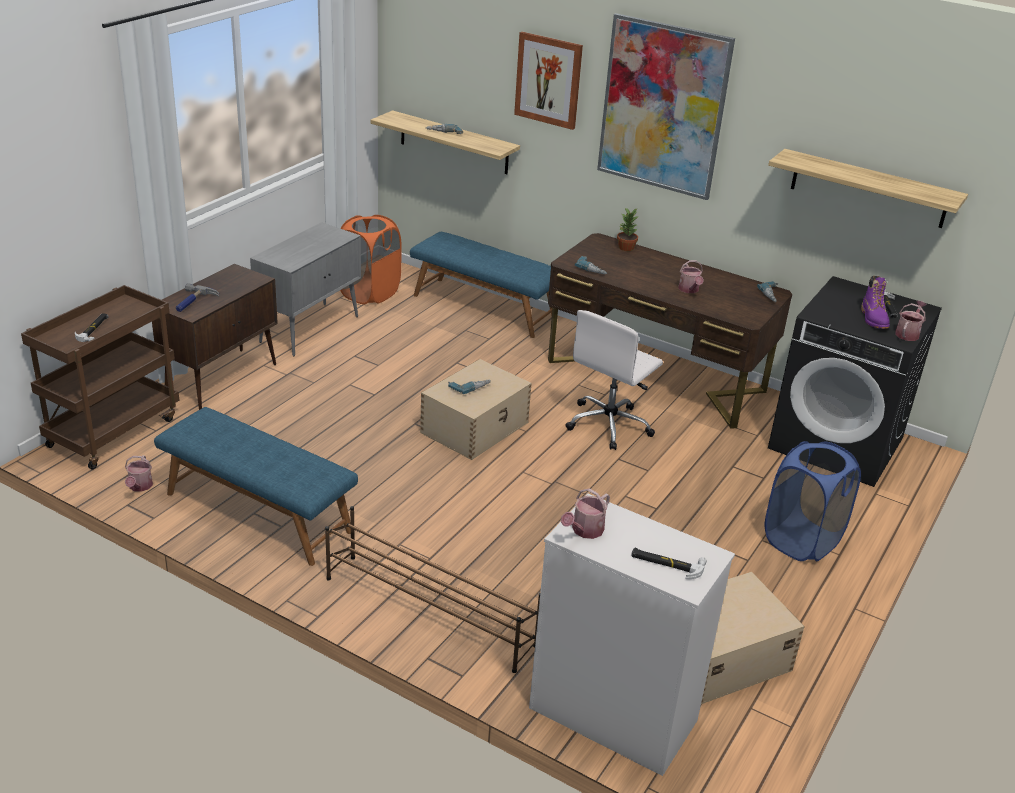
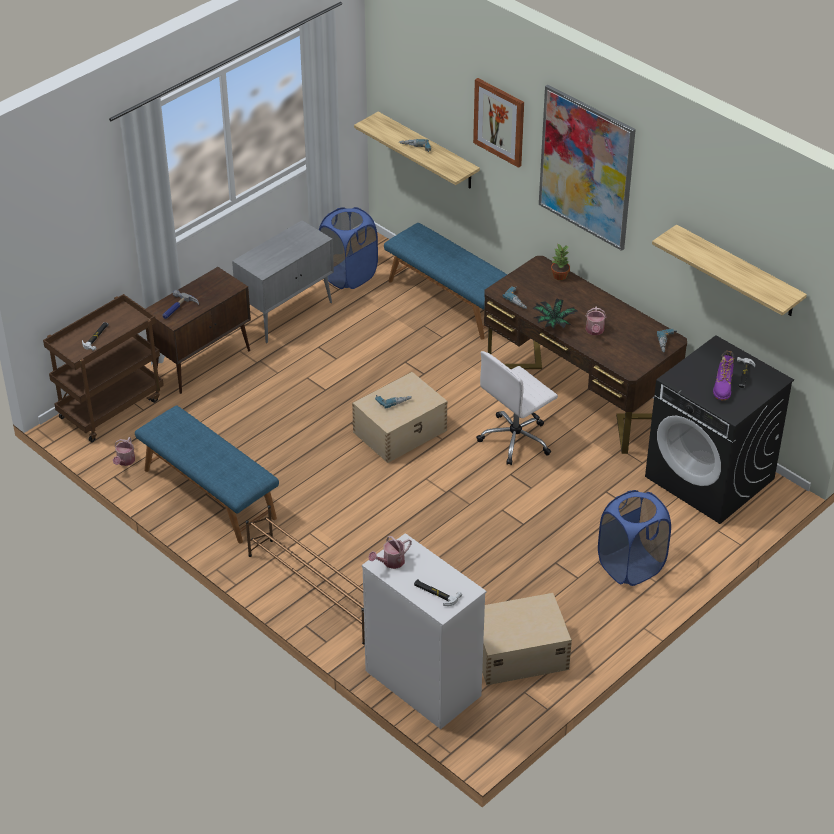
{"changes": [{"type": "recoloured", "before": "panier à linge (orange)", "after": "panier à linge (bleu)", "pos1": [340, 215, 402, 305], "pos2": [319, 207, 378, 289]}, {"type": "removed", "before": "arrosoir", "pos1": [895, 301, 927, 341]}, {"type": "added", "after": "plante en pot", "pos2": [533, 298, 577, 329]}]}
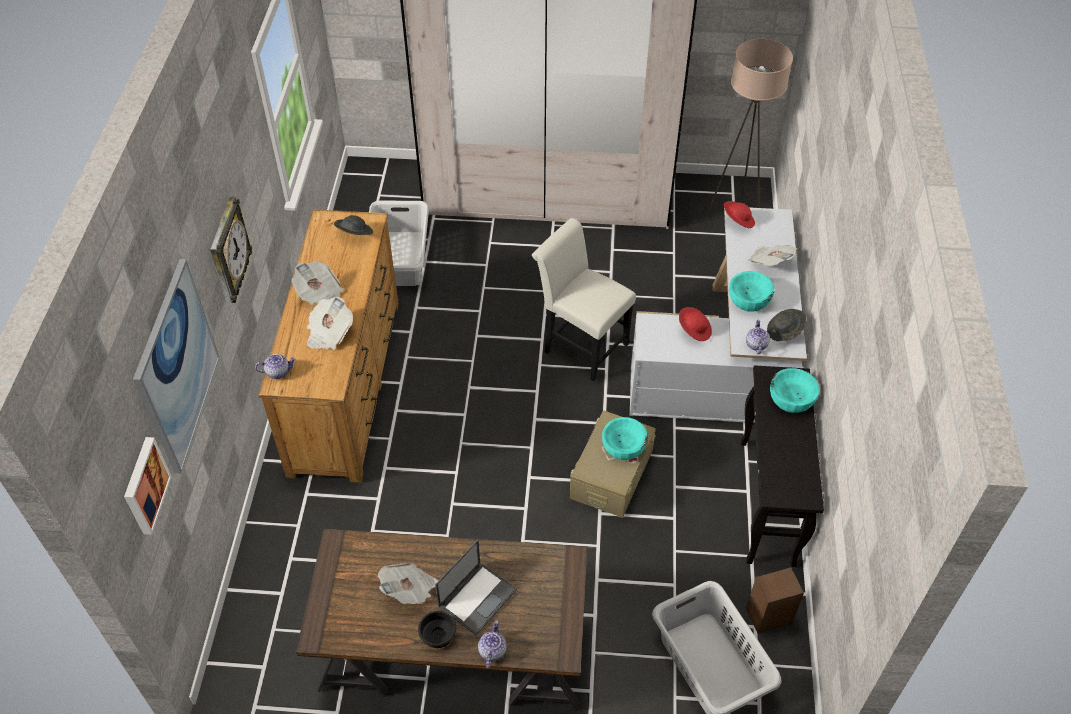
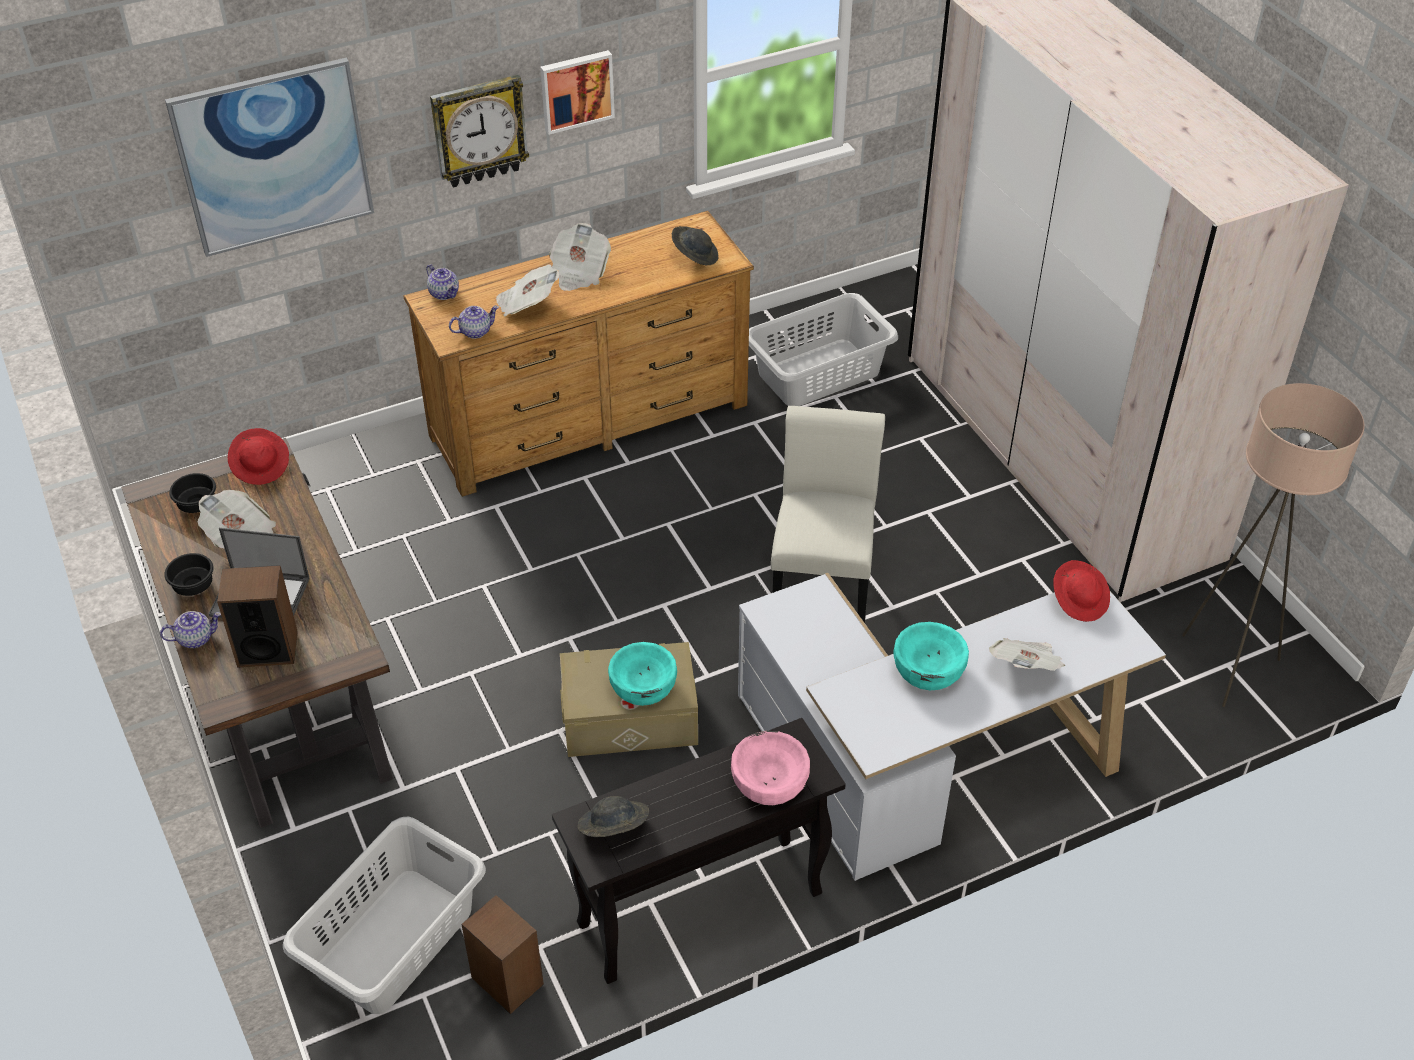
{"changes": [{"type": "moved", "before": "tableau", "pos1": [124, 437, 172, 535], "pos2": [540, 50, 615, 135]}, {"type": "moved", "before": "chapeau (rouge)", "pos1": [679, 307, 712, 341], "pos2": [228, 428, 289, 485]}, {"type": "moved", "before": "théière", "pos1": [746, 319, 770, 354], "pos2": [449, 306, 499, 339]}, {"type": "moved", "before": "chapeau (gris)", "pos1": [767, 309, 807, 341], "pos2": [578, 796, 649, 837]}, {"type": "recoloured", "before": "bol (turquoise)", "after": "bol (rose)", "pos1": [770, 368, 820, 413], "pos2": [731, 731, 810, 805]}, {"type": "added", "after": "bol (noir)", "pos2": [169, 473, 216, 513]}, {"type": "added", "after": "enceinte", "pos2": [217, 565, 298, 668]}]}
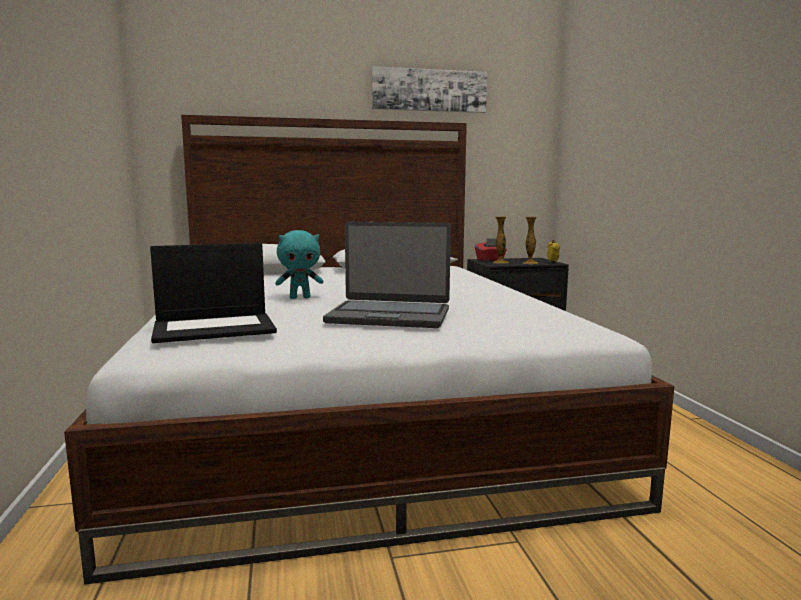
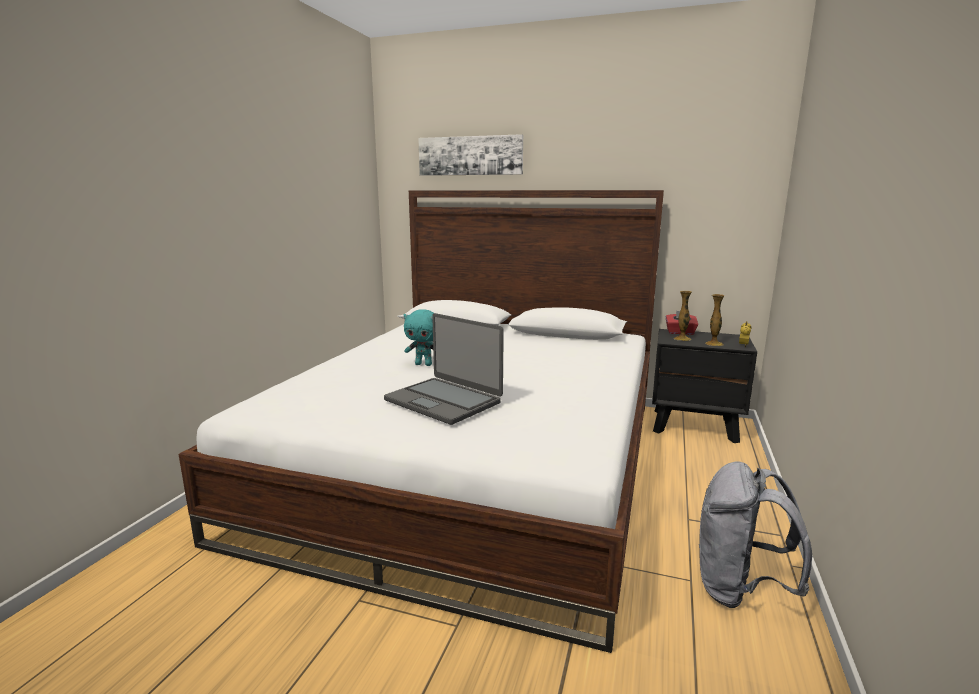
{"changes": [{"type": "removed", "before": "ordinateur portable", "pos1": [150, 243, 277, 343]}, {"type": "moved", "before": "tableau", "pos1": [372, 66, 487, 113], "pos2": [418, 134, 523, 176]}, {"type": "added", "after": "sac à dos (gris)", "pos2": [699, 462, 812, 608]}]}
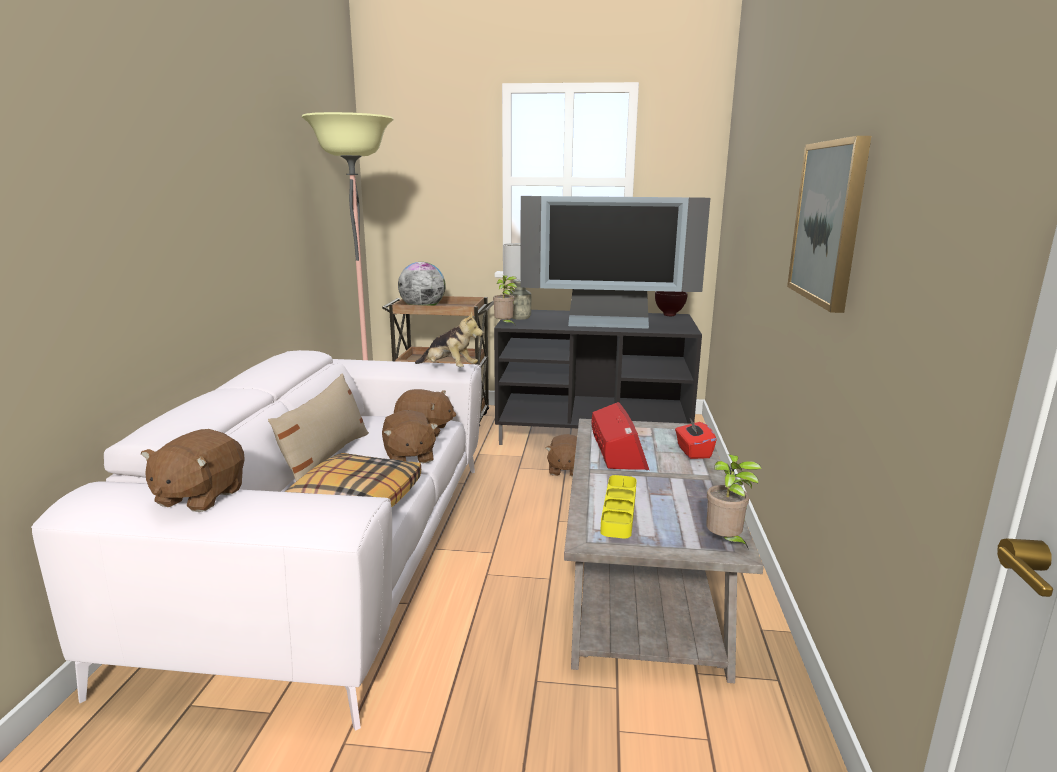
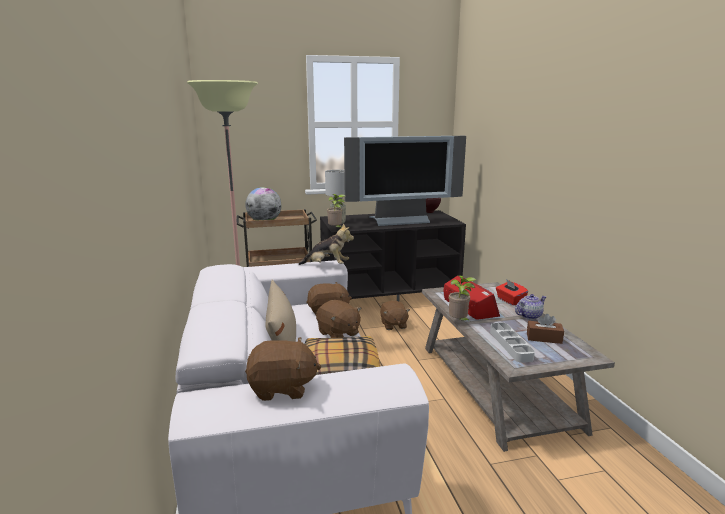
{"changes": [{"type": "turned", "before": "peluche (marron)", "pos1": [141, 429, 245, 512], "pos2": [245, 337, 321, 401], "turn": -90}, {"type": "recoloured", "before": "plateau (jaune)", "after": "plateau (gris)", "pos1": [600, 475, 637, 539], "pos2": [490, 323, 535, 363]}, {"type": "moved", "before": "plante en pot", "pos1": [706, 454, 762, 548], "pos2": [449, 276, 476, 322]}, {"type": "removed", "before": "tableau", "pos1": [787, 136, 871, 313]}, {"type": "added", "after": "théière", "pos2": [515, 294, 546, 320]}, {"type": "added", "after": "boîte à mouchoirs (marron)", "pos2": [527, 314, 564, 344]}]}
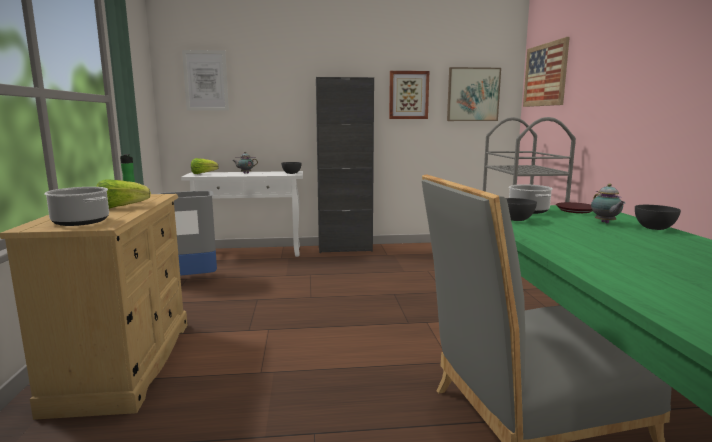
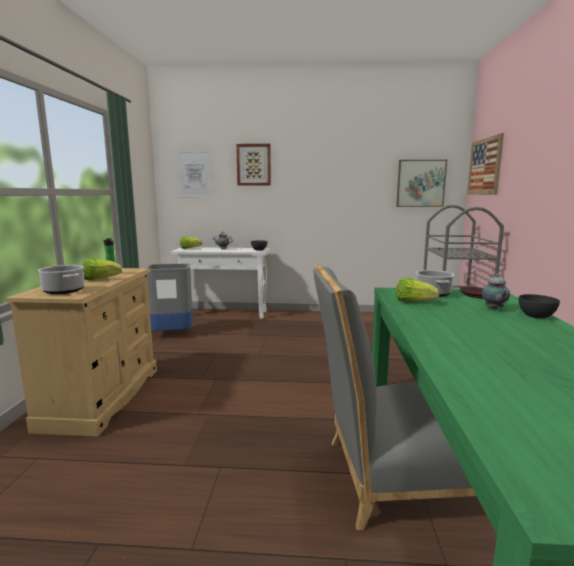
{"changes": [{"type": "removed", "before": "meuble de rangement (noir)", "pos1": [316, 77, 374, 253]}, {"type": "moved", "before": "tableau", "pos1": [389, 71, 429, 119], "pos2": [236, 144, 271, 185]}, {"type": "replaced", "before": "bol (gris)", "after": "laitue", "pos1": [506, 198, 537, 221], "pos2": [396, 278, 440, 301]}]}
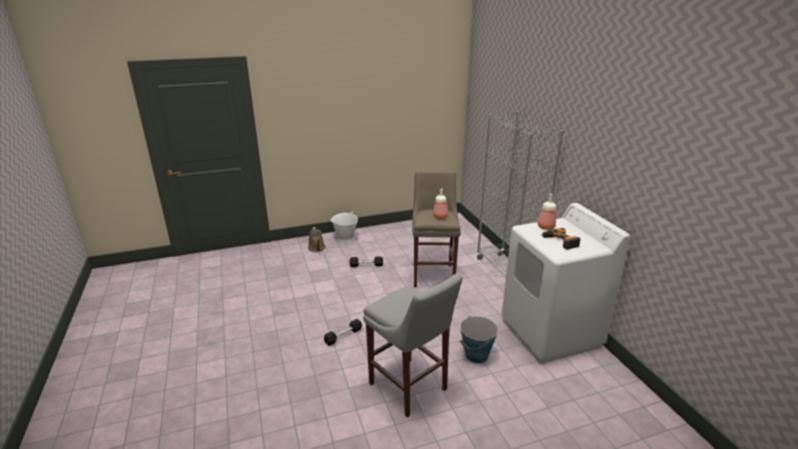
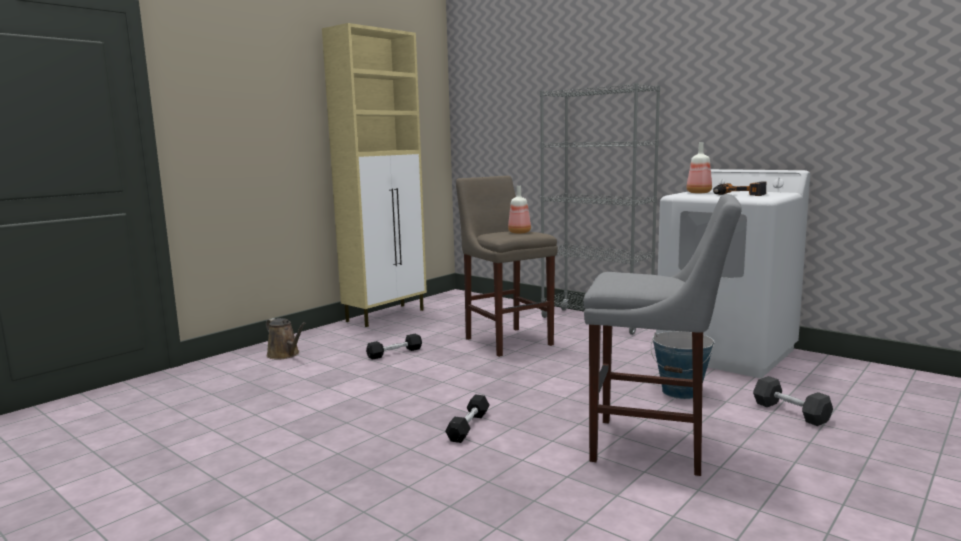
{"changes": [{"type": "removed", "before": "seau (blanc)", "pos1": [331, 211, 358, 243]}, {"type": "added", "after": "meuble de rangement (beige)", "pos2": [322, 23, 427, 327]}, {"type": "added", "after": "haltère (gris)", "pos2": [753, 376, 833, 426]}]}
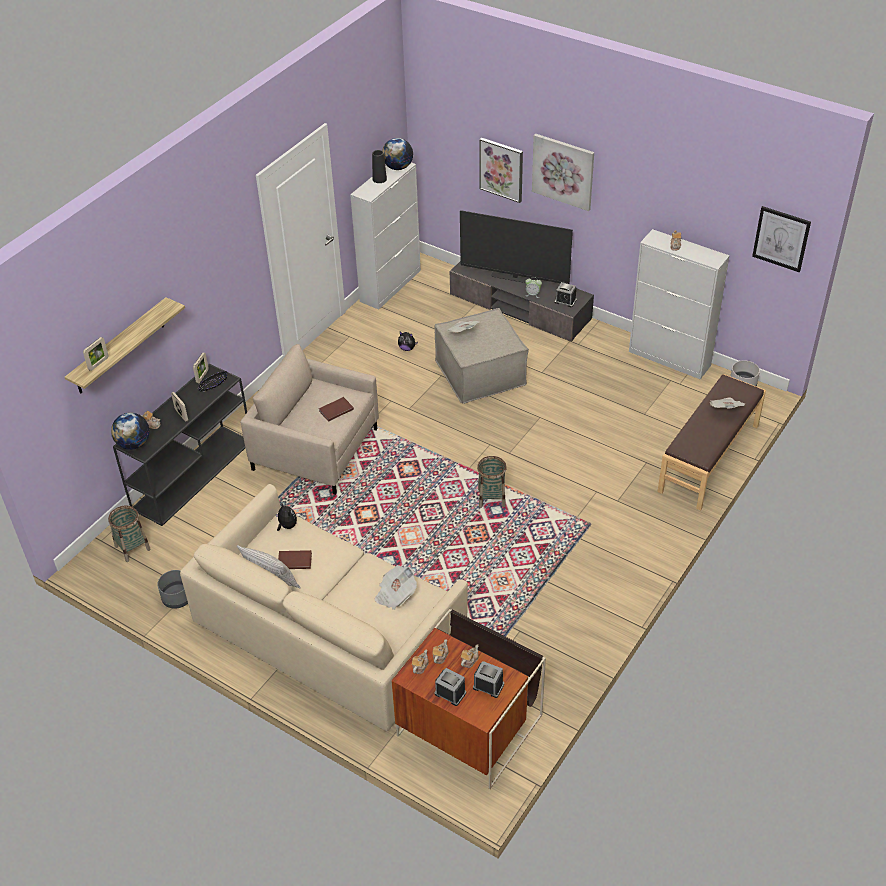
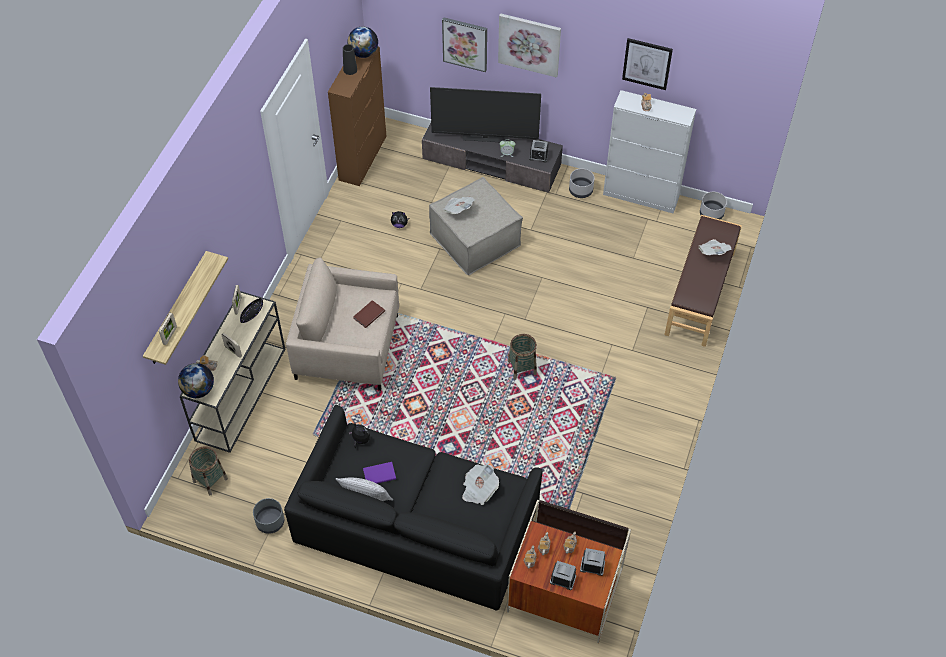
{"changes": [{"type": "recoloured", "before": "table console (noir)", "after": "table console (beige)", "pos1": [113, 364, 247, 526], "pos2": [180, 291, 285, 453]}, {"type": "recoloured", "before": "canapé (beige)", "after": "canapé (noir)", "pos1": [180, 484, 468, 731], "pos2": [284, 405, 543, 611]}, {"type": "recoloured", "before": "livre (marron)", "after": "livre (violet)", "pos1": [278, 550, 312, 569], "pos2": [363, 462, 396, 484]}, {"type": "recoloured", "before": "meuble de rangement (blanc)", "after": "meuble de rangement (marron)", "pos1": [350, 162, 421, 310], "pos2": [328, 47, 386, 186]}, {"type": "moved", "before": "tableau", "pos1": [752, 206, 811, 272], "pos2": [622, 38, 673, 90]}, {"type": "added", "after": "cache-pot (gris)", "pos2": [569, 168, 594, 198]}]}
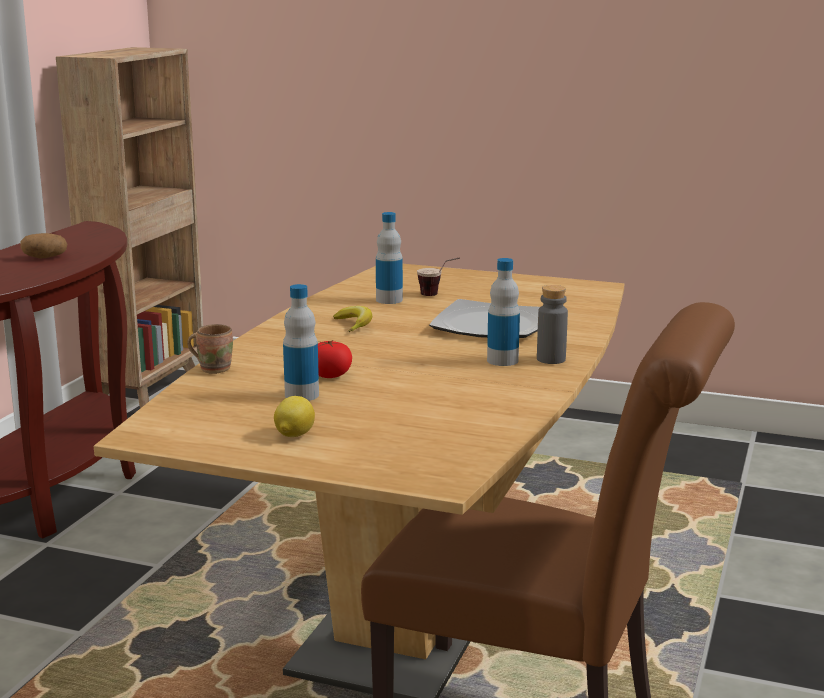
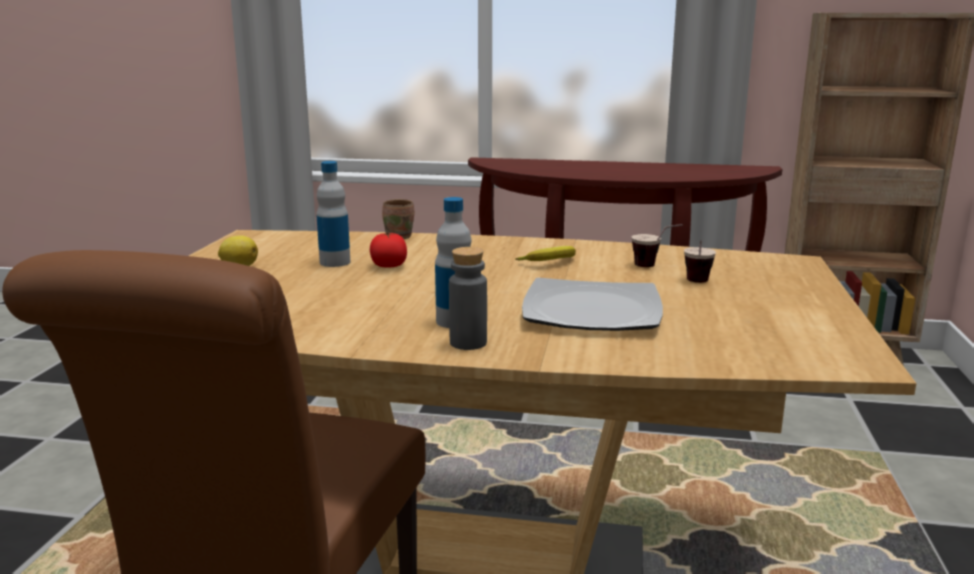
{"changes": [{"type": "removed", "before": "pomme de terre", "pos1": [21, 233, 67, 258]}, {"type": "replaced", "before": "bouteille", "after": "tasse", "pos1": [376, 212, 403, 304], "pos2": [632, 224, 683, 267]}]}
